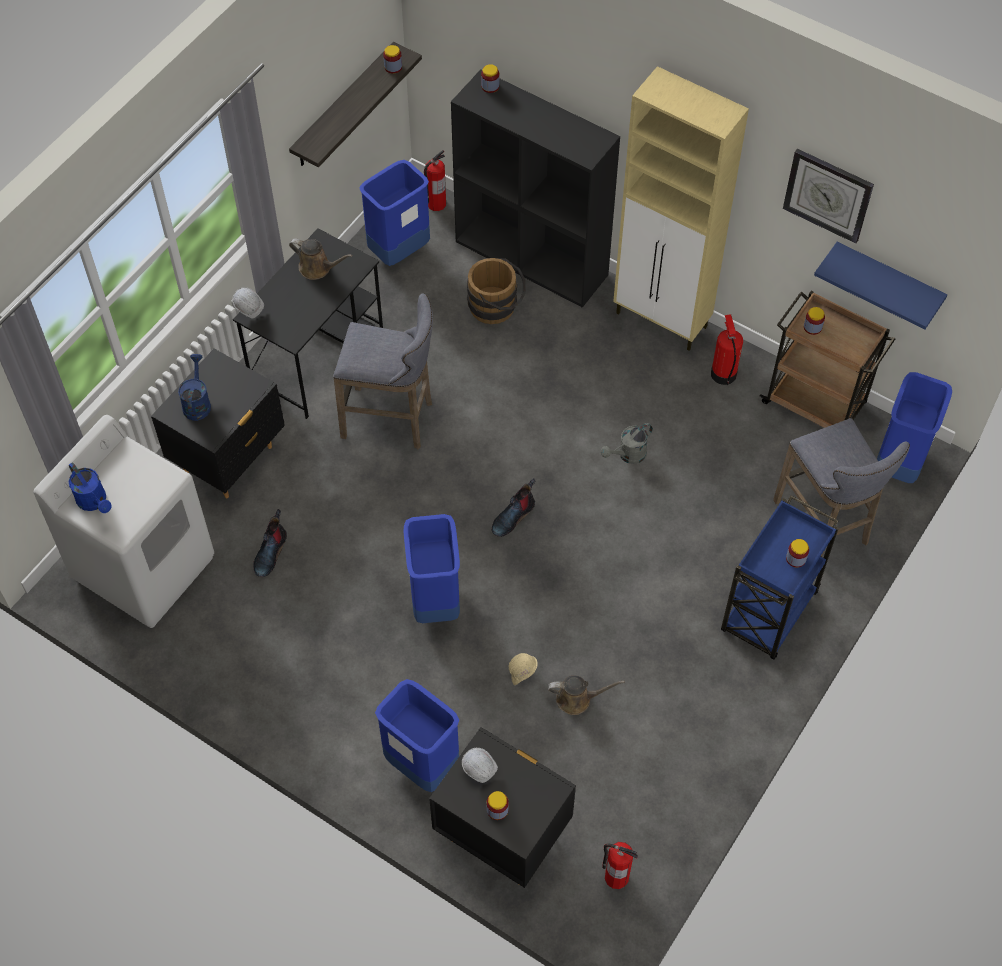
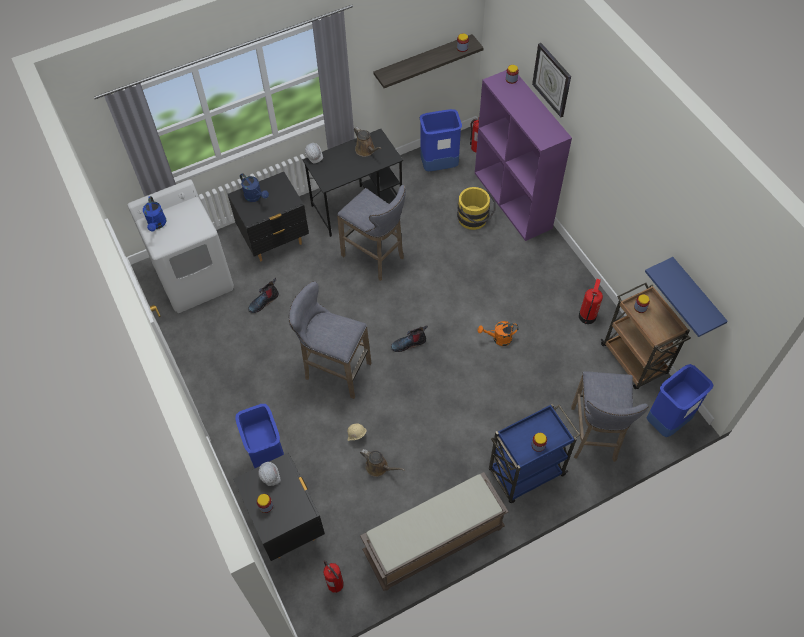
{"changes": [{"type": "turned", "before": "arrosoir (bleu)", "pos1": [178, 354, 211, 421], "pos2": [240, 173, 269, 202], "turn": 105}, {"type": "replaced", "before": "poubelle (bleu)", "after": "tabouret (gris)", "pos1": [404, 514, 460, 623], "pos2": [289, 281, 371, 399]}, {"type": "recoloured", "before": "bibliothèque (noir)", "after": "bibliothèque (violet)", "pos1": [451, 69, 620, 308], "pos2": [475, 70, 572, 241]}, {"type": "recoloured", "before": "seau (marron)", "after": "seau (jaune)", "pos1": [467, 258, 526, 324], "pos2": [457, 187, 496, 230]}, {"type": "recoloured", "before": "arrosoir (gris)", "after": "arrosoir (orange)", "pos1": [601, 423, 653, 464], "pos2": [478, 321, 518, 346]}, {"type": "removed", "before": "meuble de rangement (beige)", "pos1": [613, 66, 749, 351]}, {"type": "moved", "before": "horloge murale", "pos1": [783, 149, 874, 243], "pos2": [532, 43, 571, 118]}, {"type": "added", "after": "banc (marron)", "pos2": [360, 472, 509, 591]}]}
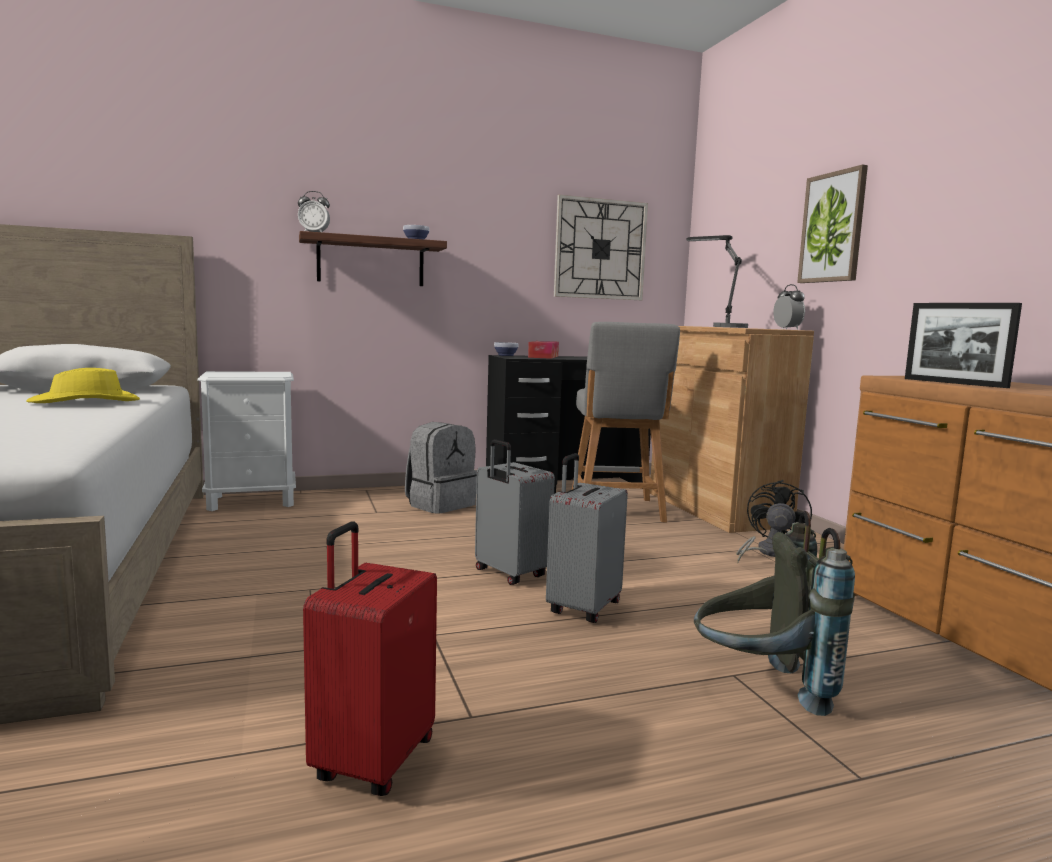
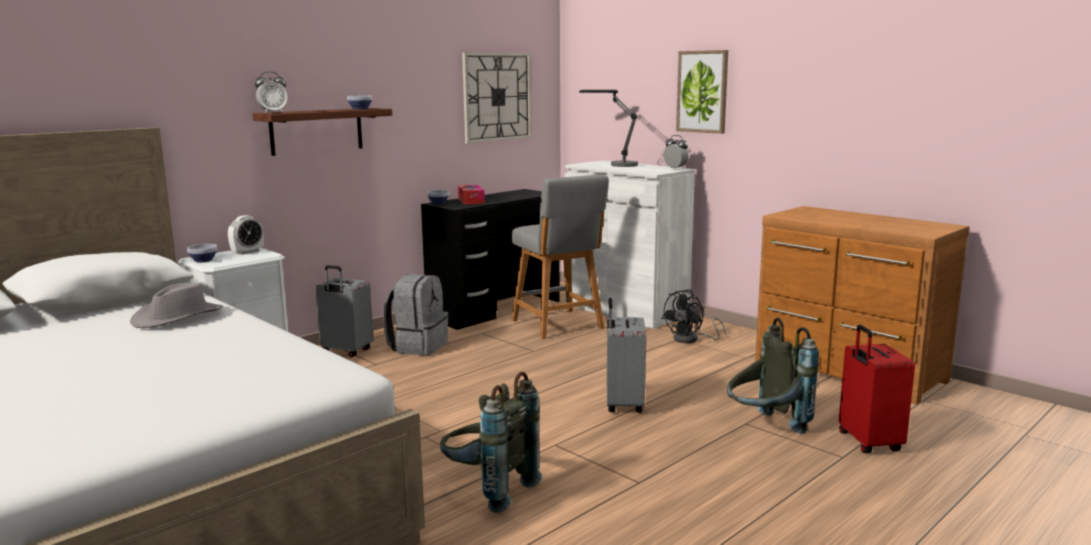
{"changes": [{"type": "recoloured", "before": "chapeau (jaune)", "after": "chapeau (gris)", "pos1": [26, 368, 140, 403], "pos2": [130, 283, 223, 328]}, {"type": "moved", "before": "valise (rouge)", "pos1": [303, 522, 437, 796], "pos2": [839, 325, 915, 453]}, {"type": "moved", "before": "valise (gris)", "pos1": [475, 439, 555, 585], "pos2": [315, 265, 374, 357]}, {"type": "recoloured", "before": "meuble de rangement (marron)", "after": "meuble de rangement (blanc)", "pos1": [650, 326, 814, 533], "pos2": [565, 160, 695, 329]}, {"type": "turned", "before": "ventilateur (noir)", "pos1": [736, 480, 812, 563], "pos2": [662, 290, 726, 343], "turn": -135}, {"type": "removed", "before": "cadre photo", "pos1": [905, 303, 1022, 388]}, {"type": "added", "after": "bol", "pos2": [187, 244, 217, 263]}, {"type": "added", "after": "réveil", "pos2": [228, 215, 264, 255]}, {"type": "added", "after": "sac à dos (gris)", "pos2": [440, 372, 542, 513]}]}
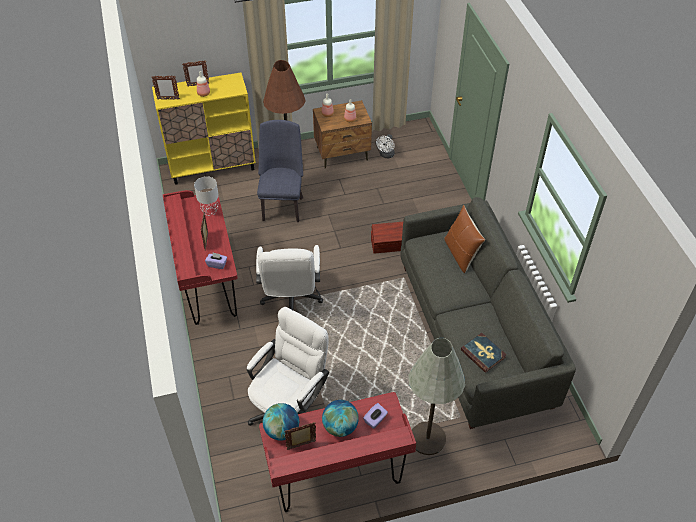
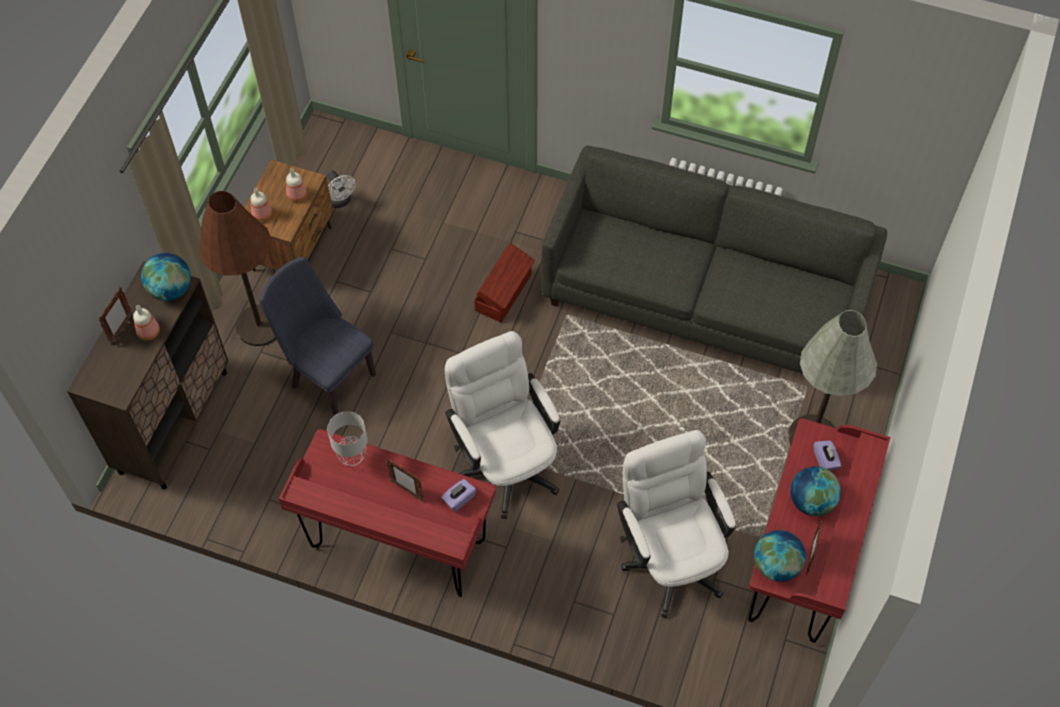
{"changes": [{"type": "removed", "before": "cadre photo", "pos1": [151, 76, 180, 100]}, {"type": "recoloured", "before": "meuble de rangement (jaune)", "after": "meuble de rangement (marron)", "pos1": [152, 72, 256, 185], "pos2": [67, 261, 228, 490]}, {"type": "turned", "before": "chaise de bureau (blanc)", "pos1": [256, 245, 323, 310], "pos2": [445, 331, 560, 519], "turn": -150}, {"type": "removed", "before": "coussin (marron)", "pos1": [444, 205, 485, 273]}, {"type": "removed", "before": "livre", "pos1": [461, 333, 506, 373]}, {"type": "added", "after": "globe", "pos2": [141, 253, 191, 301]}]}
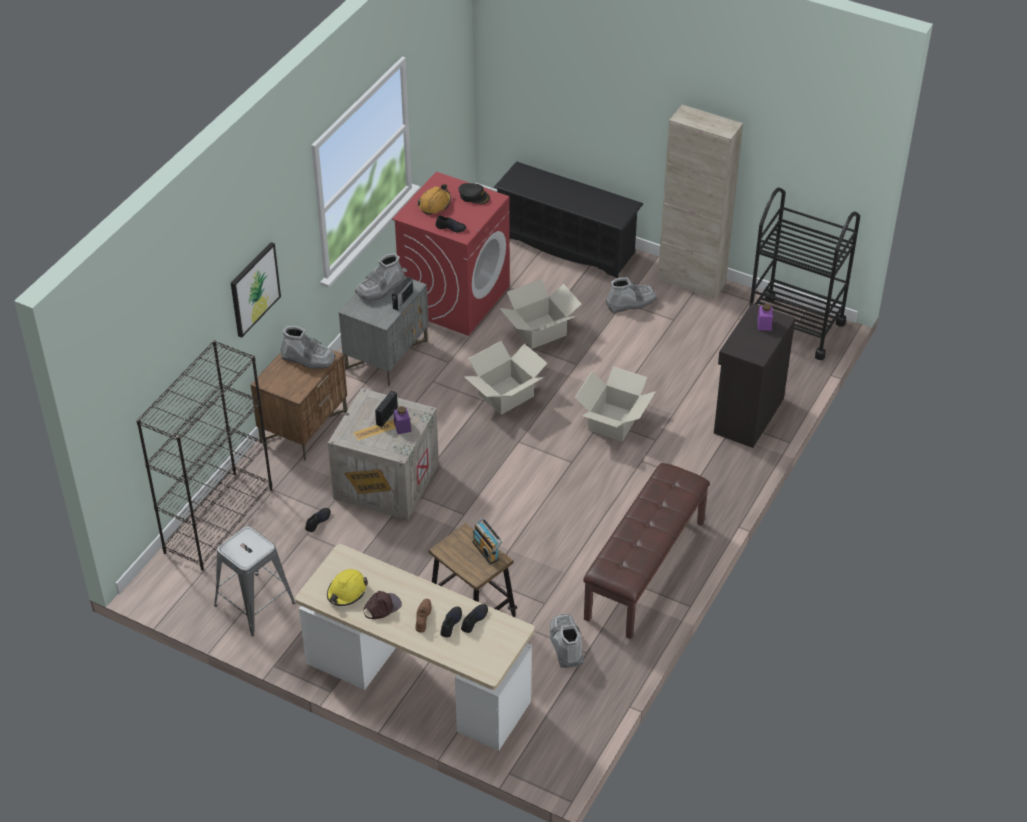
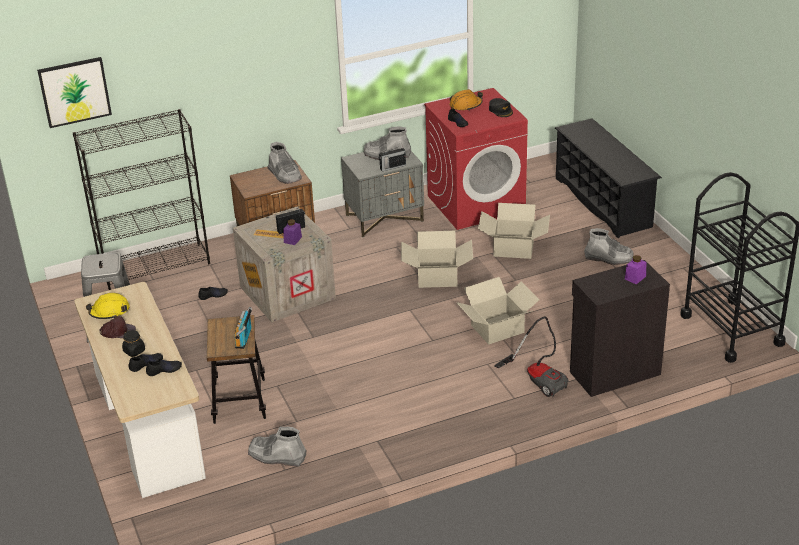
{"changes": [{"type": "moved", "before": "tableau", "pos1": [231, 242, 281, 338], "pos2": [37, 57, 112, 128]}, {"type": "replaced", "before": "chaussure (marron)", "after": "bocal (noir)", "pos1": [415, 599, 432, 633], "pos2": [122, 330, 145, 357]}, {"type": "turned", "before": "botte (gris)", "pos1": [550, 614, 584, 668], "pos2": [248, 427, 306, 467], "turn": -105}, {"type": "removed", "before": "banc (marron)", "pos1": [583, 463, 710, 639]}, {"type": "removed", "before": "meuble de rangement (beige)", "pos1": [658, 105, 743, 299]}, {"type": "added", "after": "aspirateur", "pos2": [494, 317, 568, 397]}]}
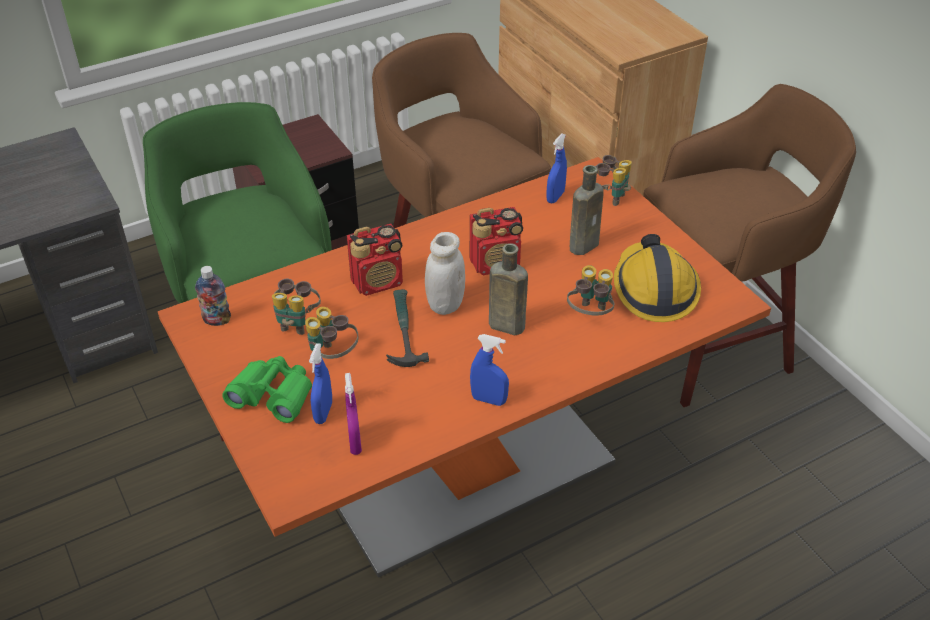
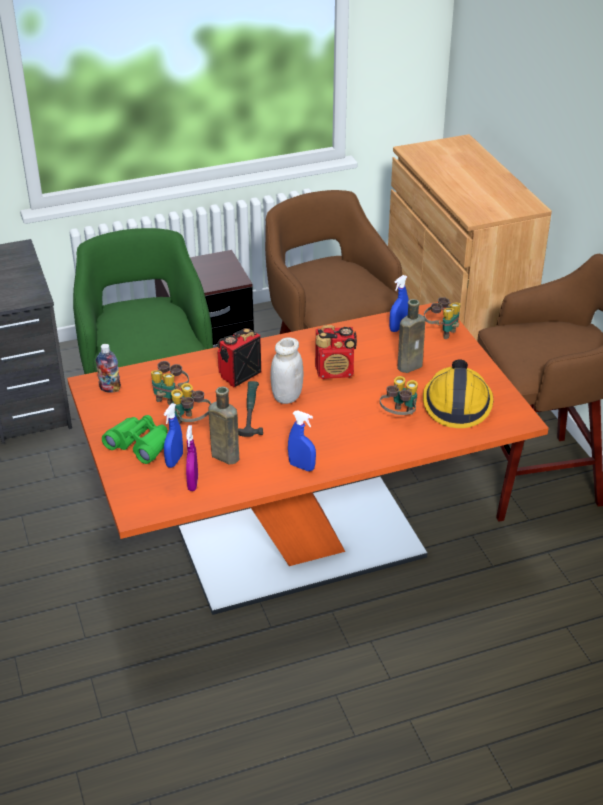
{"changes": [{"type": "turned", "before": "radio", "pos1": [347, 224, 403, 296], "pos2": [217, 328, 261, 387], "turn": 150}, {"type": "moved", "before": "bouteille (marron)", "pos1": [489, 243, 528, 335], "pos2": [209, 387, 239, 464]}]}
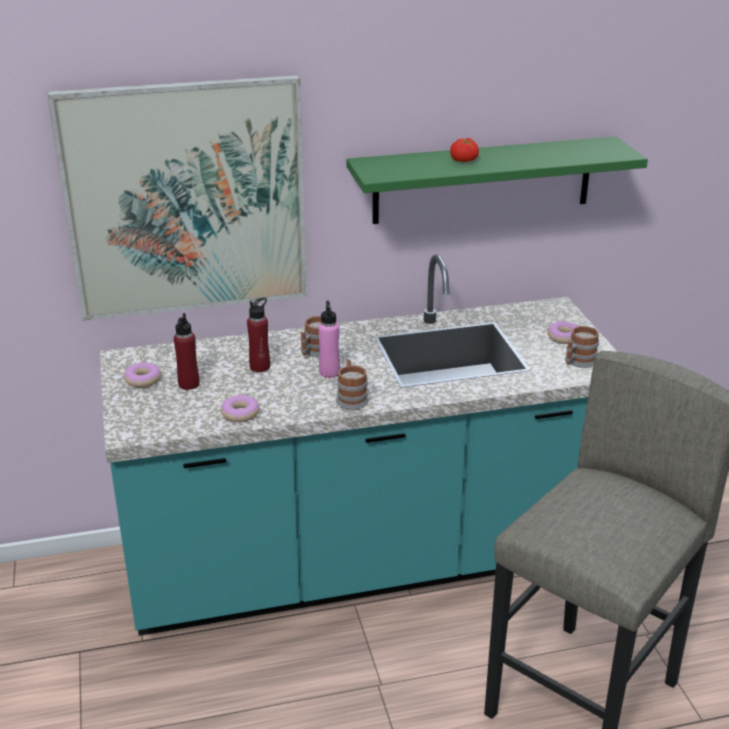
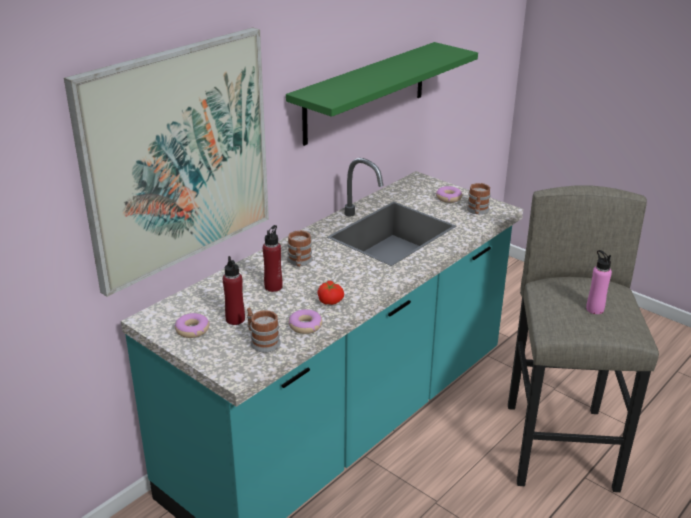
{"changes": [{"type": "moved", "before": "bouteille (rose)", "pos1": [318, 301, 340, 378], "pos2": [586, 250, 612, 314]}, {"type": "moved", "before": "mug", "pos1": [336, 359, 369, 410], "pos2": [247, 308, 281, 352]}, {"type": "moved", "before": "tomate", "pos1": [450, 138, 479, 162], "pos2": [317, 281, 344, 305]}]}
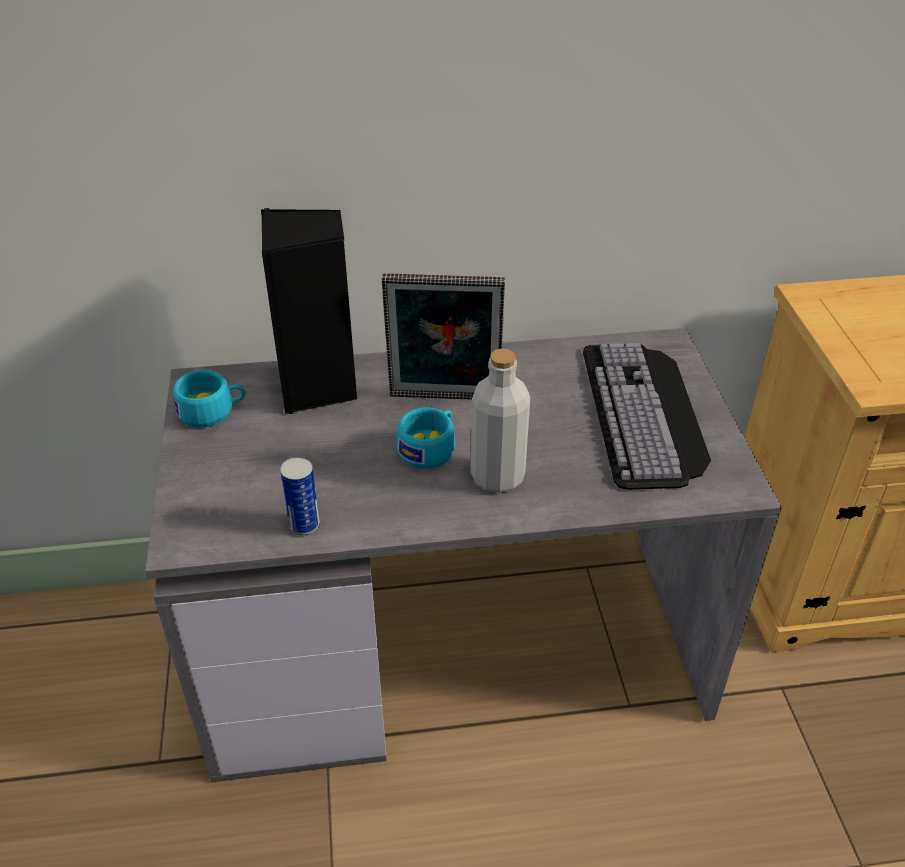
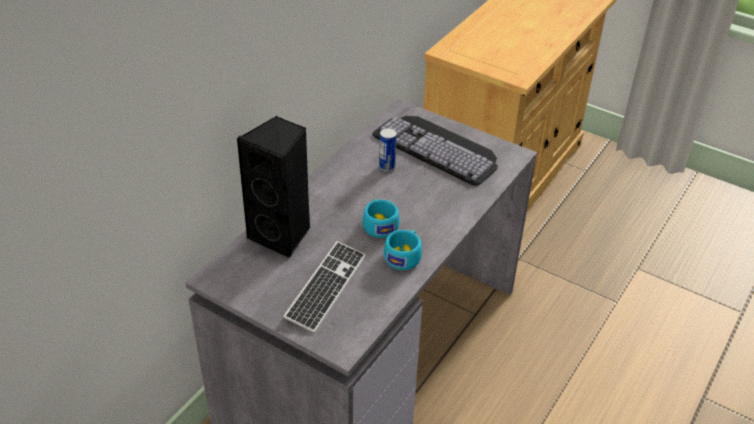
{"changes": [{"type": "moved", "before": "tasse (turquoise)", "pos1": [173, 370, 246, 428], "pos2": [384, 230, 422, 270]}, {"type": "moved", "before": "boîte métallique", "pos1": [280, 457, 320, 536], "pos2": [379, 128, 397, 172]}, {"type": "removed", "before": "cadre photo", "pos1": [382, 274, 505, 400]}, {"type": "removed", "before": "bouteille (gris)", "pos1": [471, 349, 530, 493]}, {"type": "added", "after": "clavier", "pos2": [283, 241, 366, 333]}]}
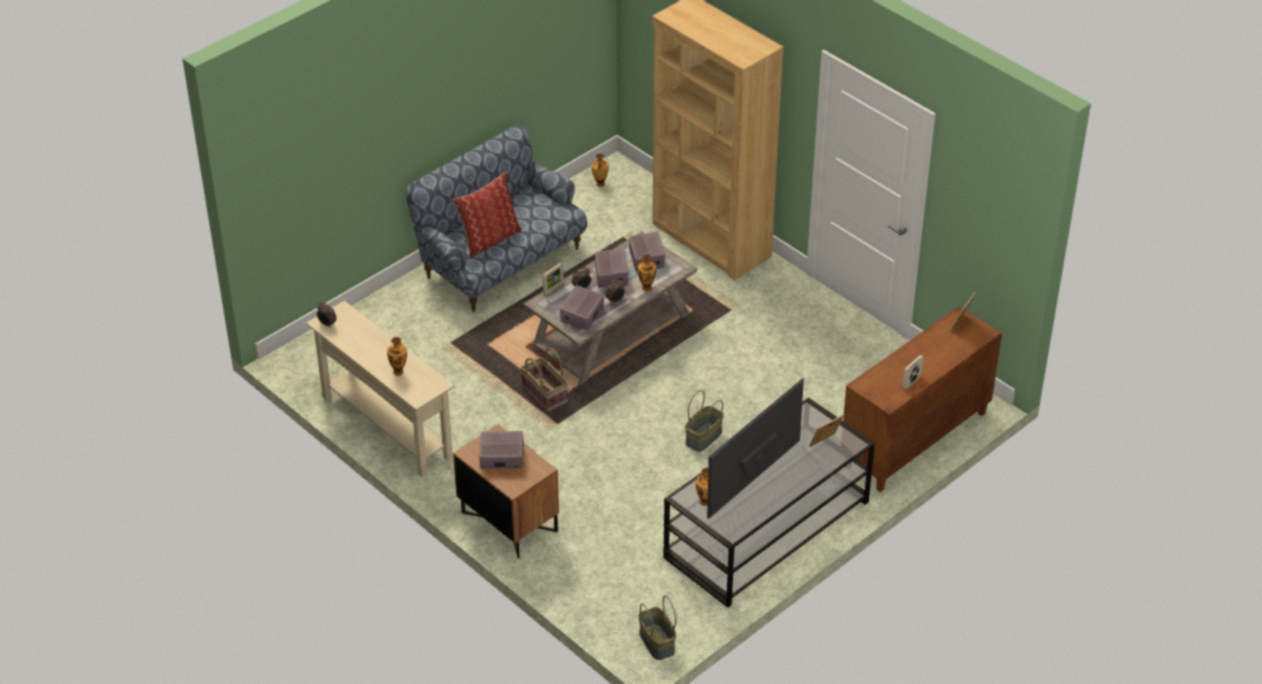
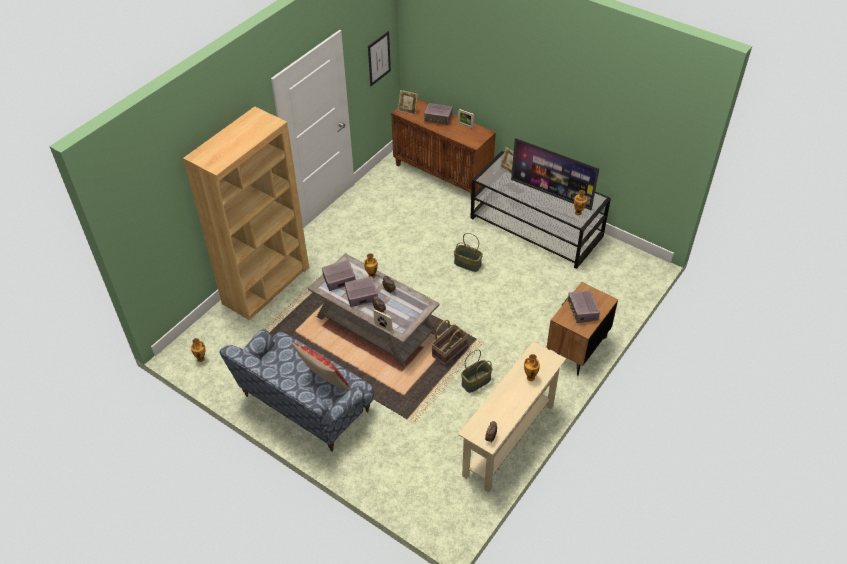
{"changes": [{"type": "moved", "before": "radio", "pos1": [560, 285, 604, 330], "pos2": [424, 103, 452, 125]}, {"type": "moved", "before": "panier", "pos1": [639, 595, 676, 660], "pos2": [461, 350, 493, 393]}, {"type": "added", "after": "tableau", "pos2": [368, 31, 391, 86]}]}
